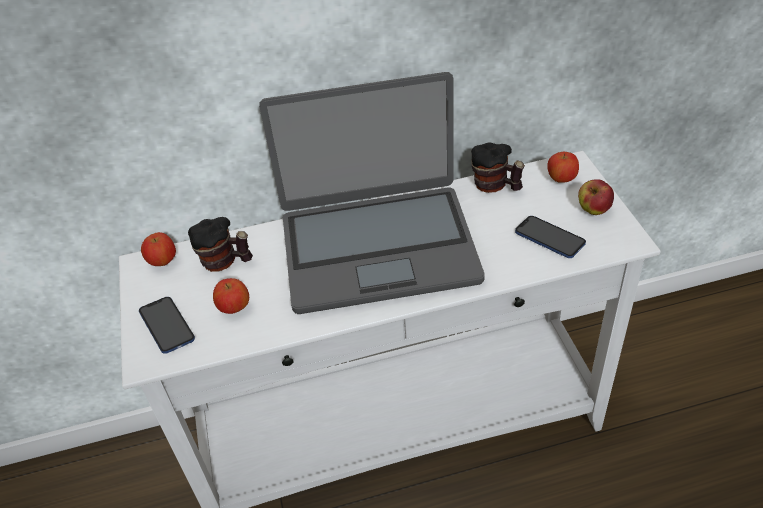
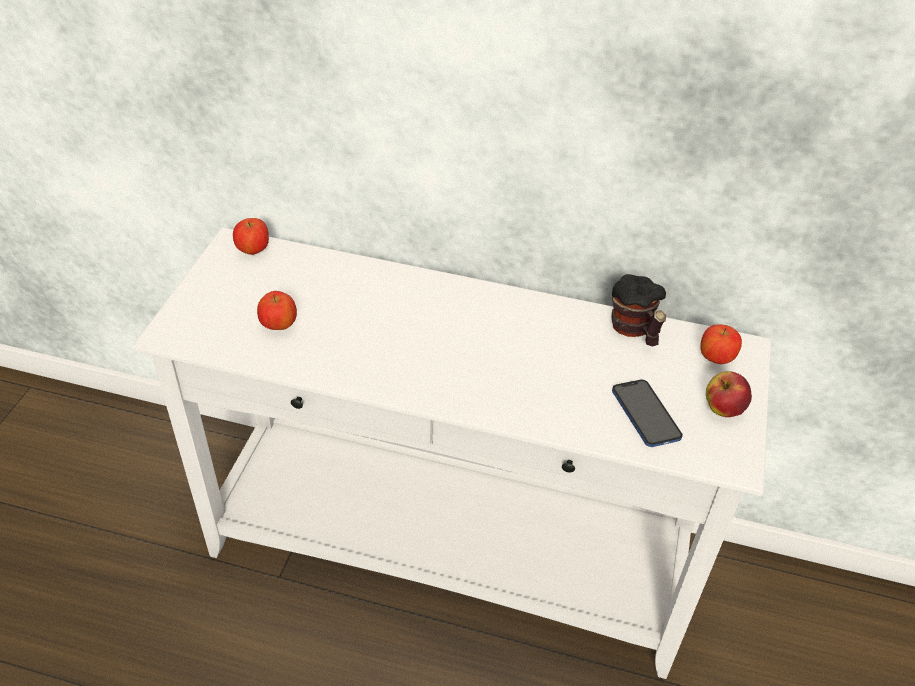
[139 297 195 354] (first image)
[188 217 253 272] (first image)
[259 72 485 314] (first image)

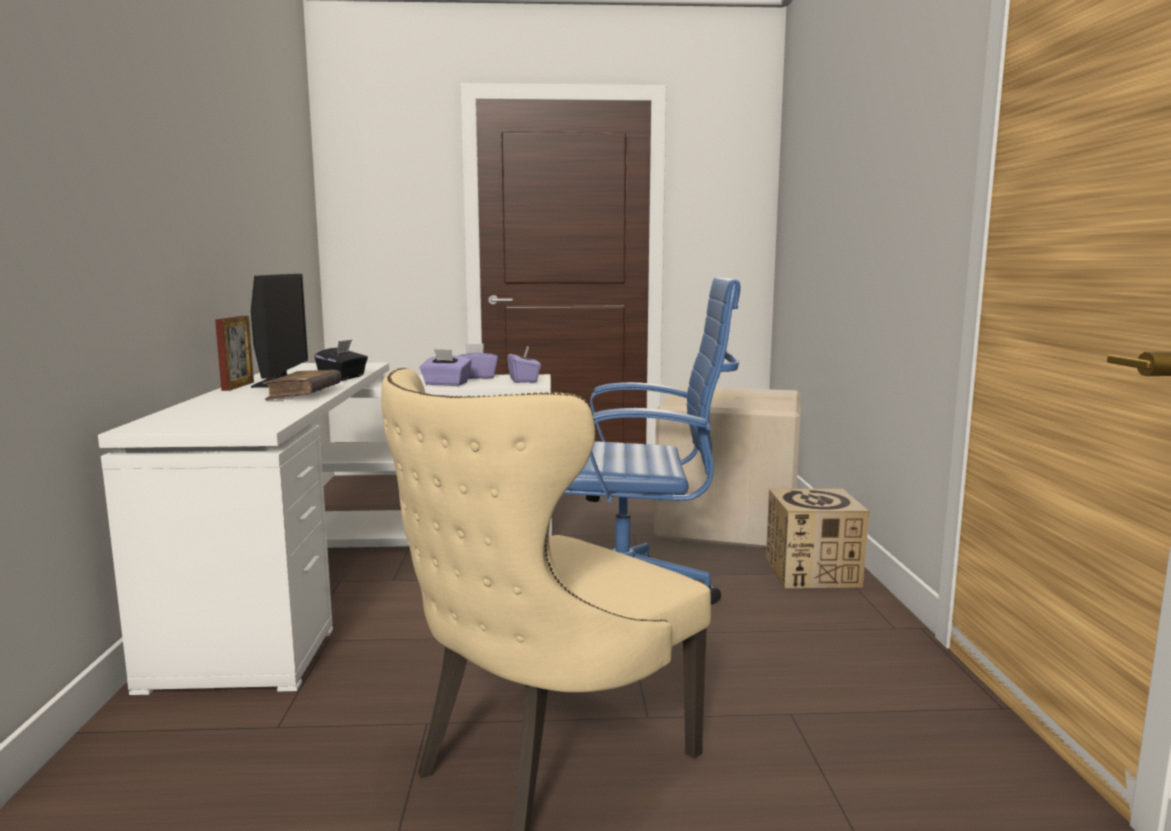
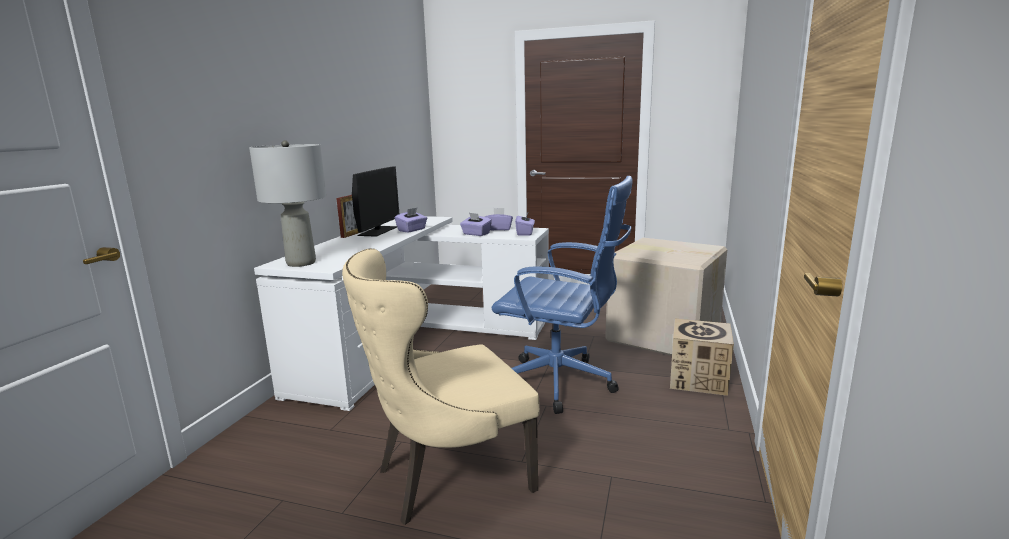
[263 370 341 400] (first image)
[395 207 427 233]
[249 140 326 267]

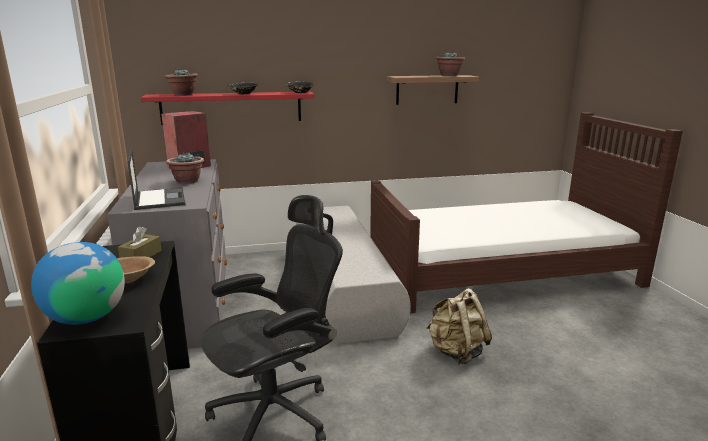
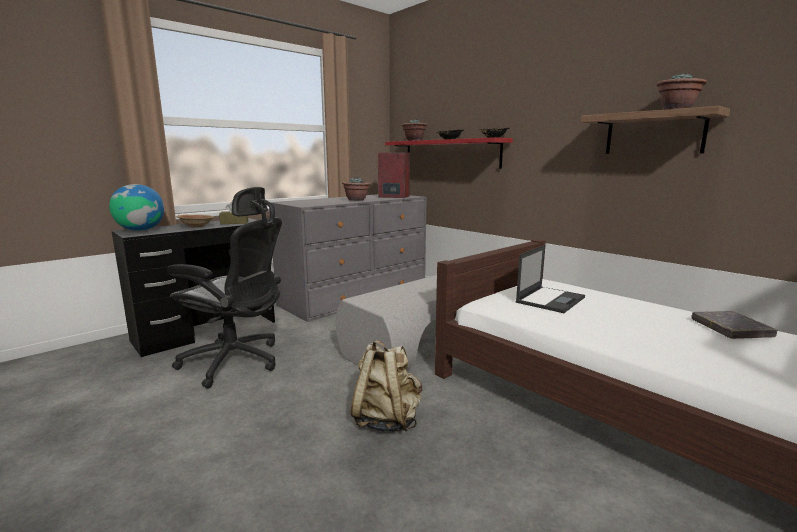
[515 245 585 313]
[691 311 777 339]

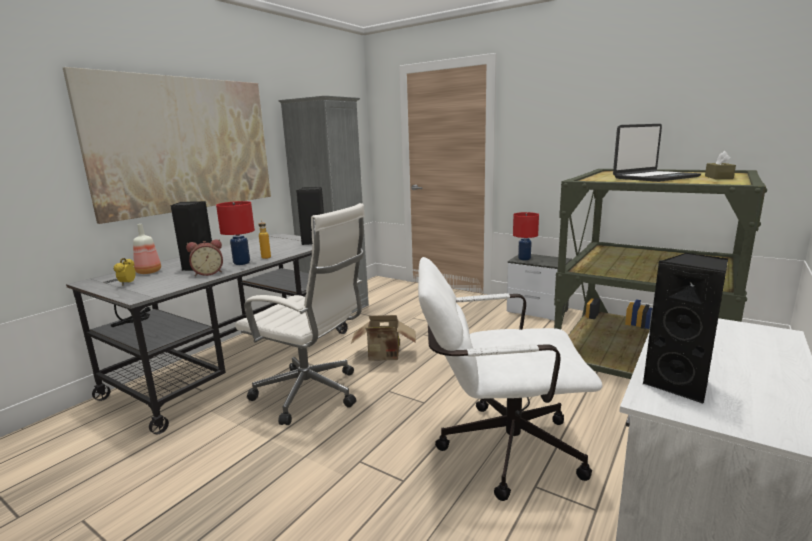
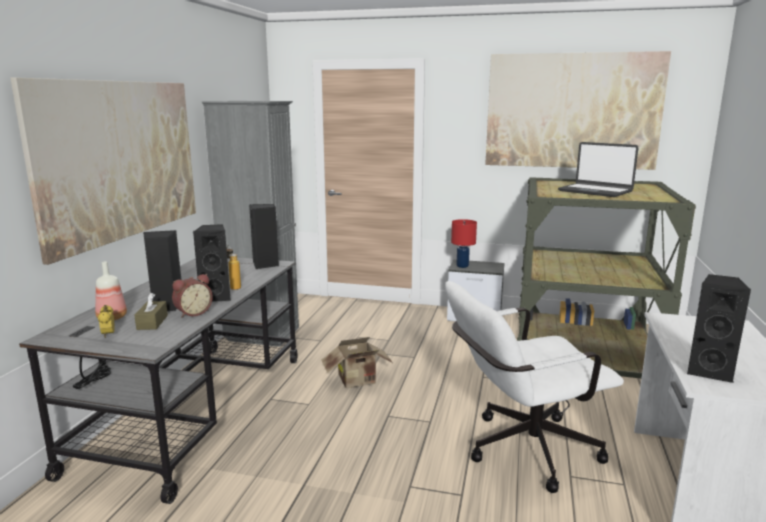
[193 224 231 302]
[235 203 365 425] (first image)
[558 142 638 197]
[134 293 168 330]
[485 51 671 170]

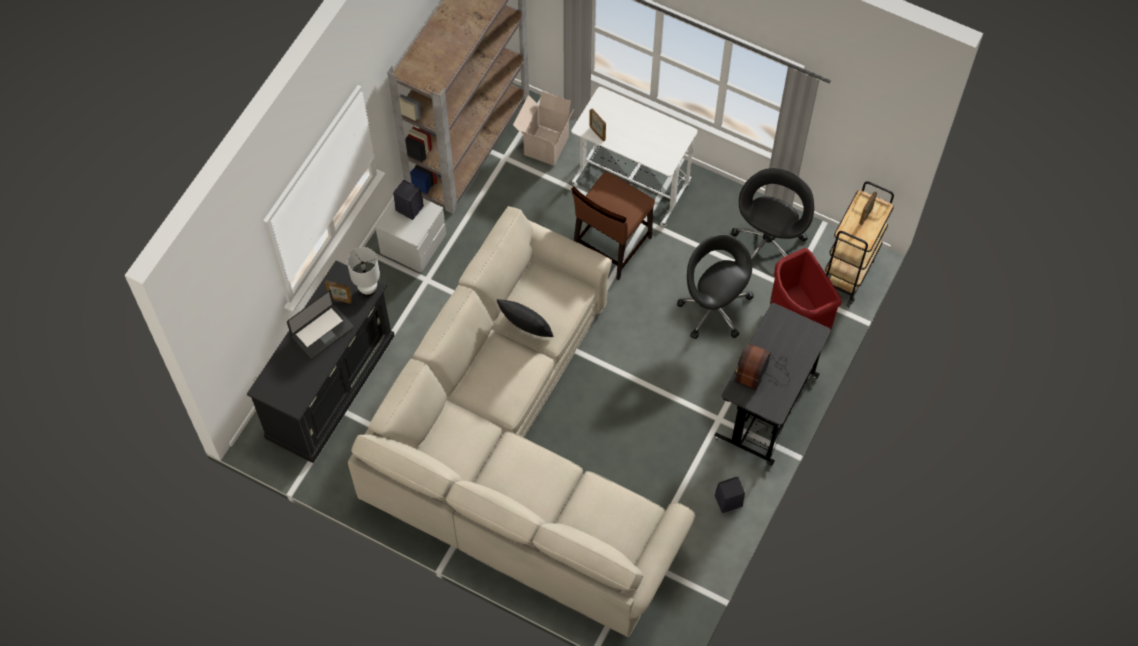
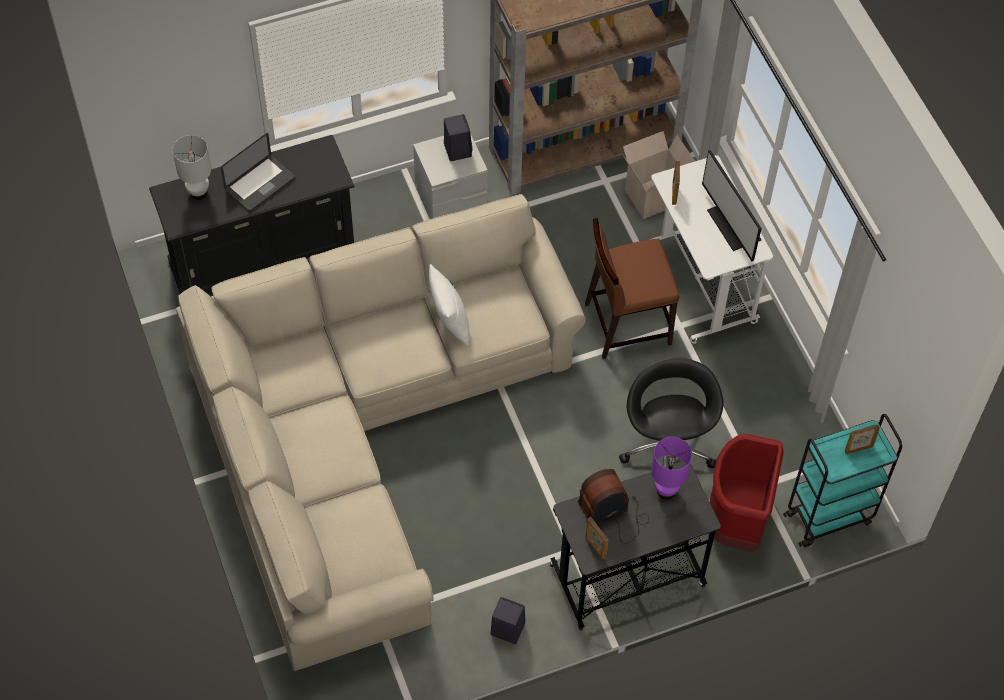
[221 133 295 212]
[585 517 608 559]
[172 135 211 200]
[429 264 469 346]
[731 168 814 259] (first image)
[783 414 902 547]
[651 437 692 499]
[702 150 762 261]

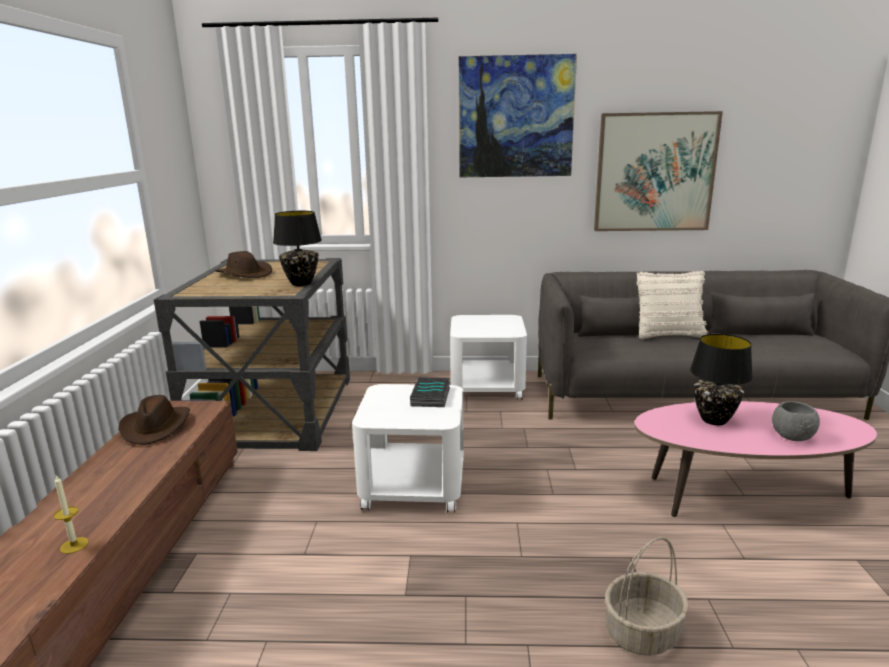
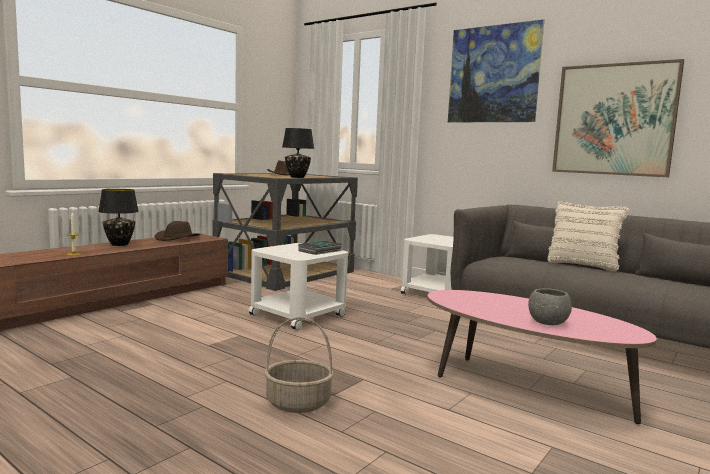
[98 189 139 246]

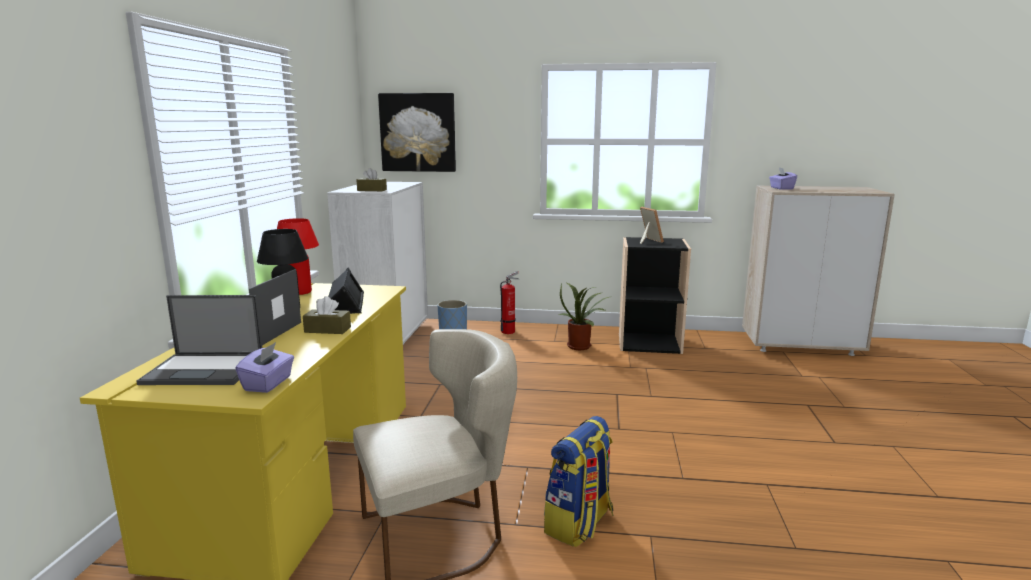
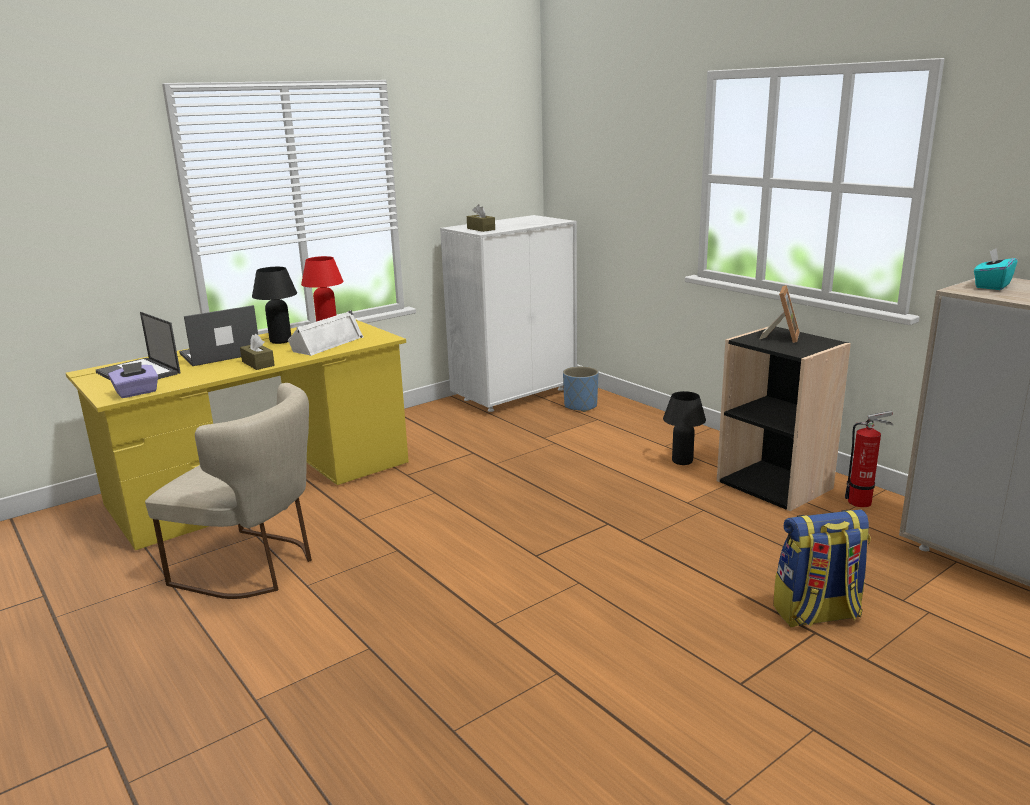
[288 310 363 356]
[378 93 456 172] (first image)
[845 411 893 507]
[773 509 871 627]
[663 391 706 465]
[974 248 1017 290]

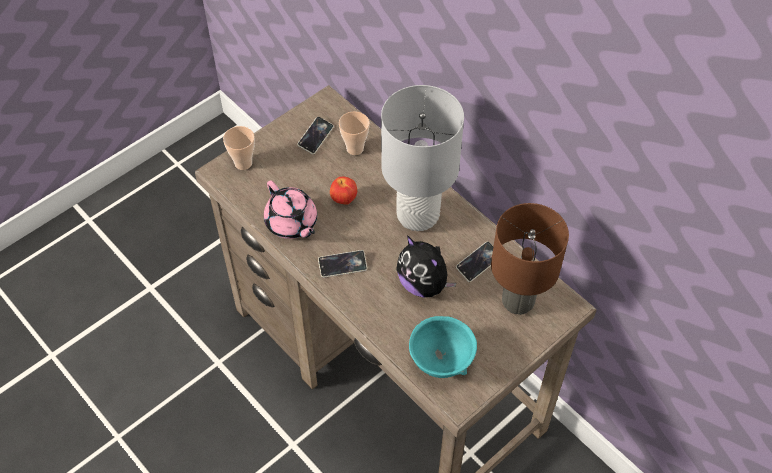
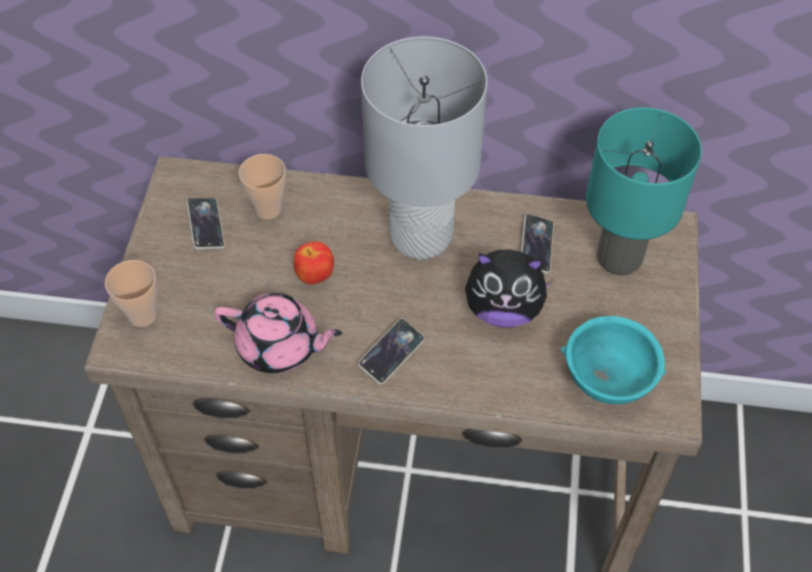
[586 107 702 275]

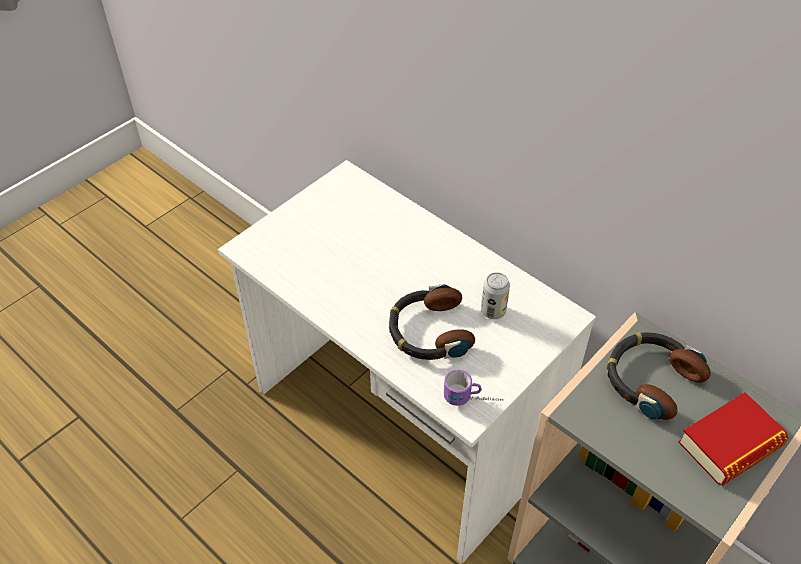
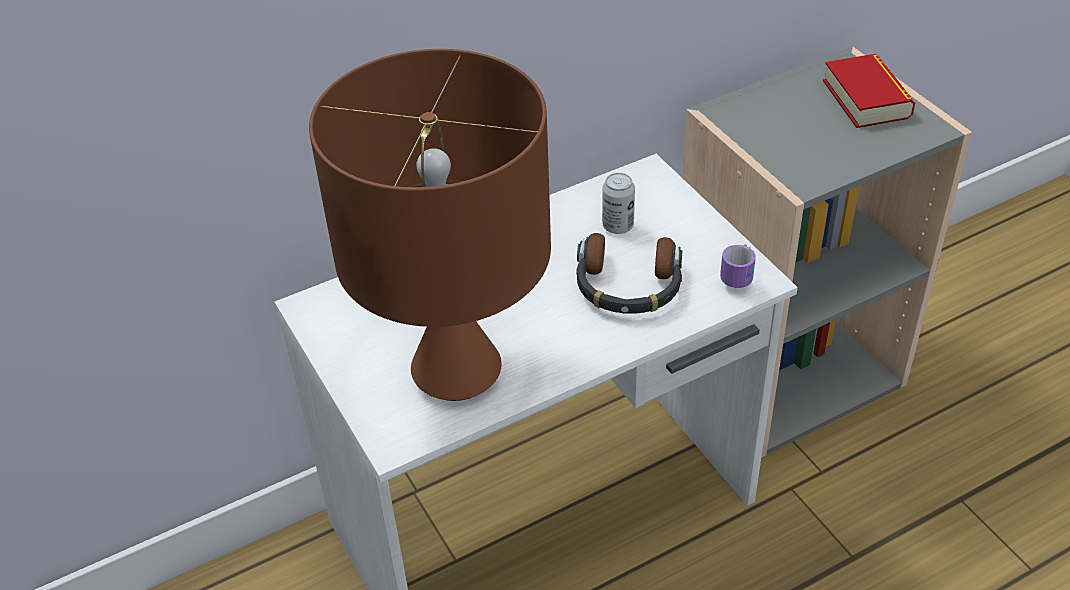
[607 332 711 420] (first image)
[309 49 551 401]

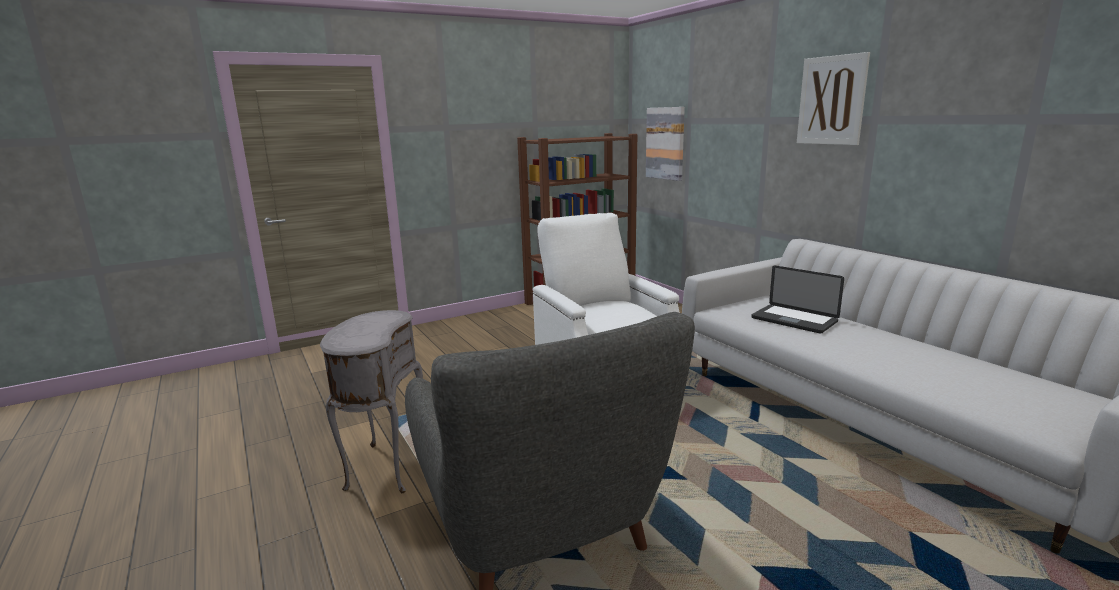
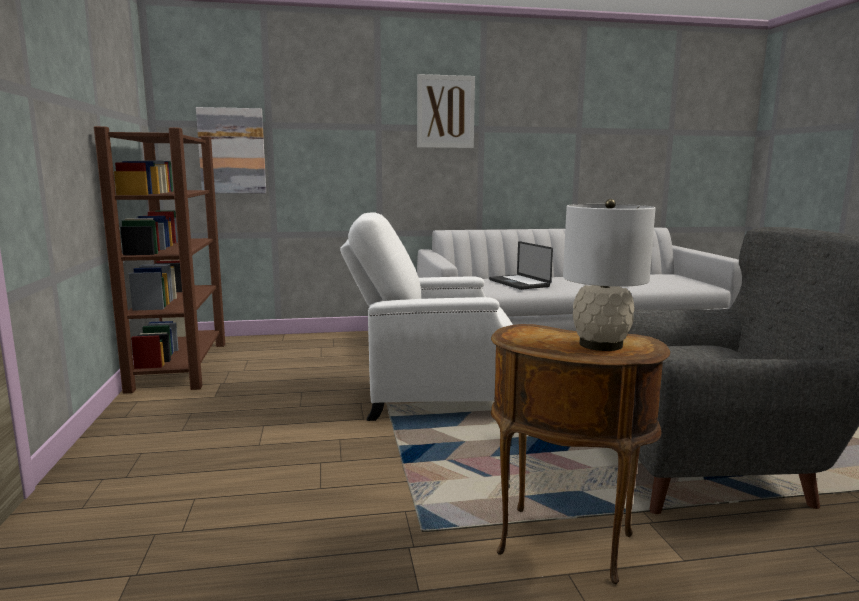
[491 324 670 584]
[489 241 553 290]
[563 199 656 351]

